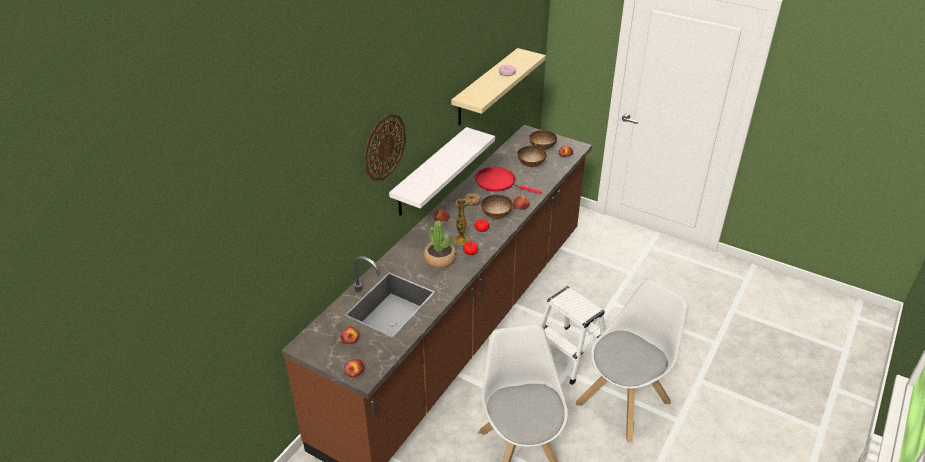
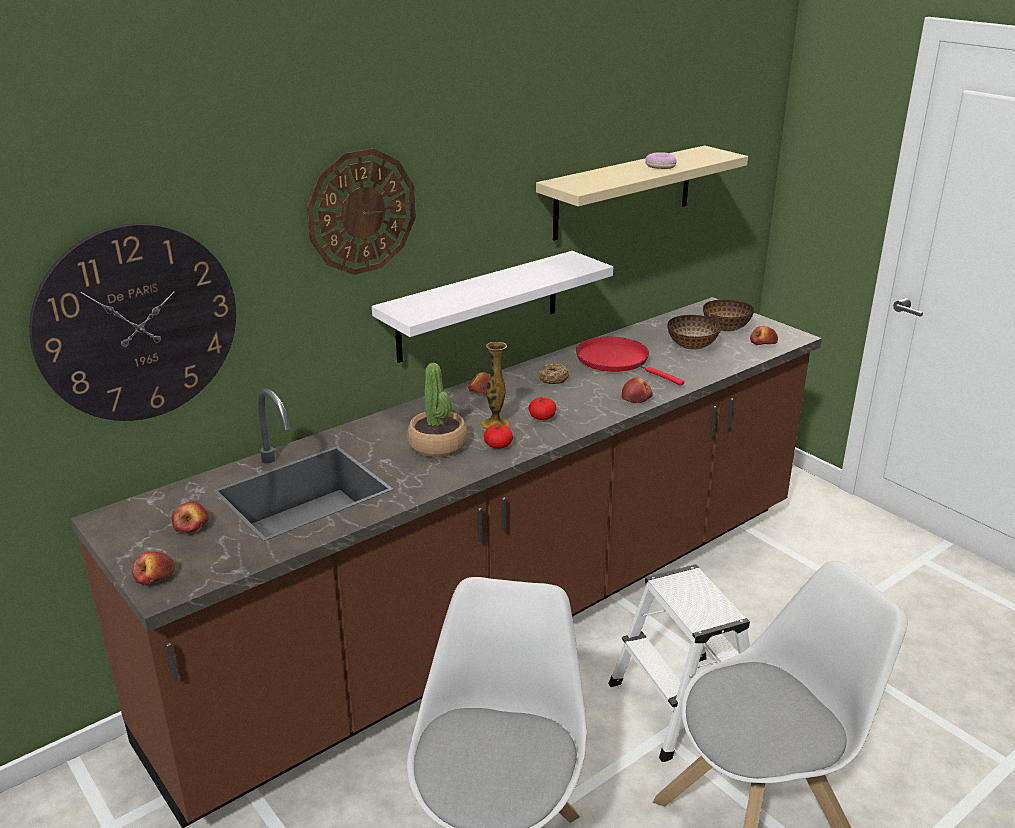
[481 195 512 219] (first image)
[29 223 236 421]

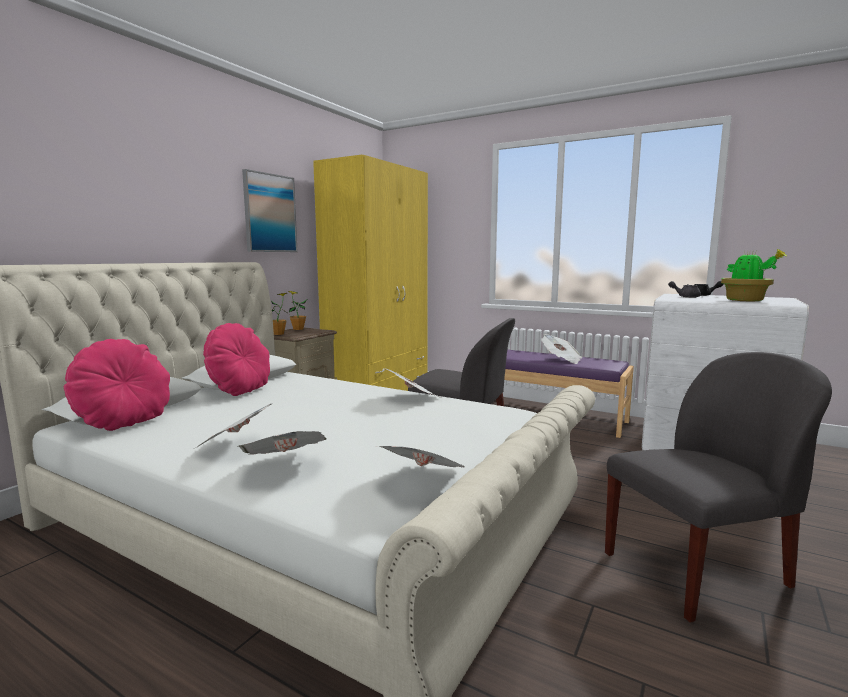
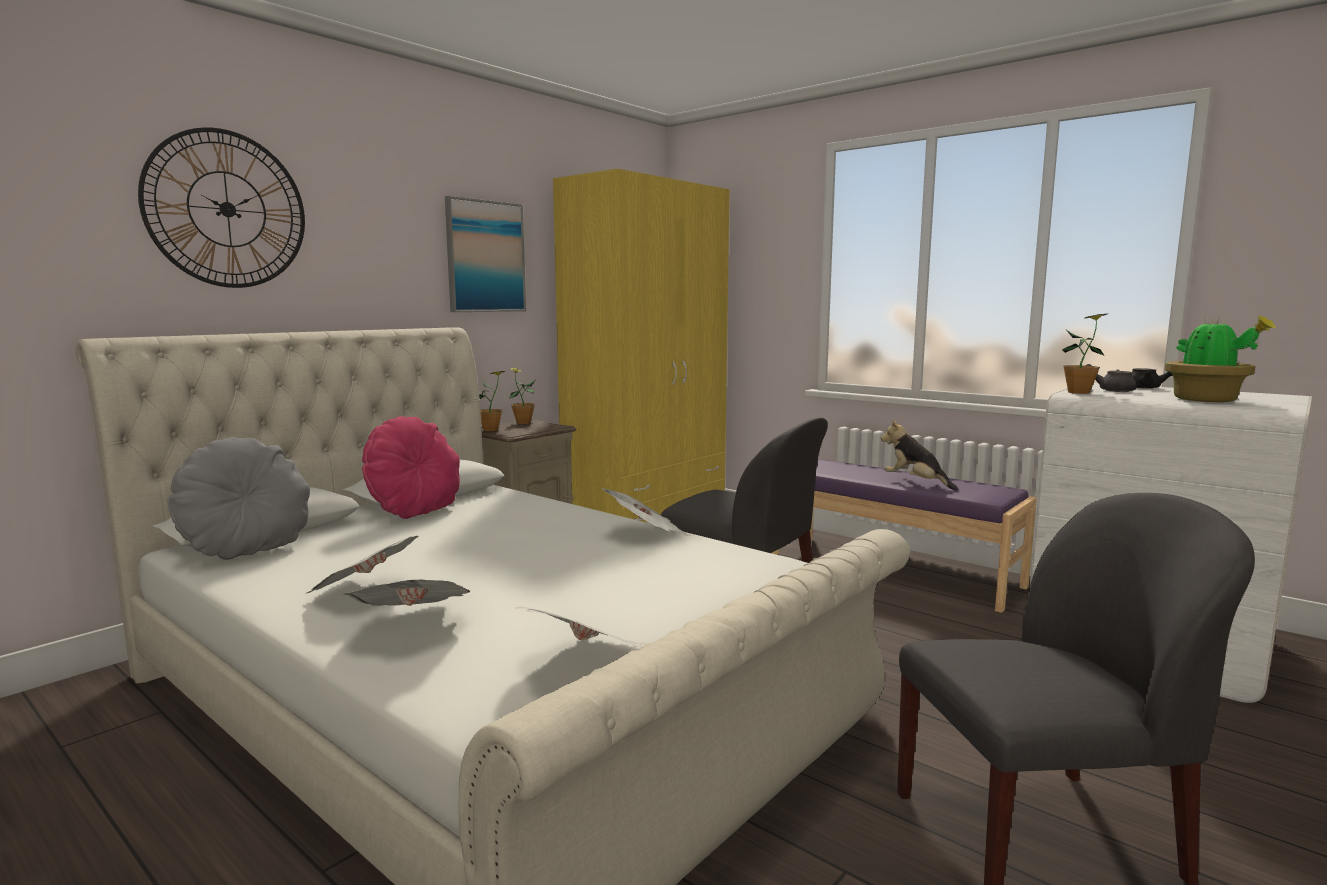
[167 437 310 560]
[881 420 958 491]
[138 127 305 288]
[1062 313 1109 394]

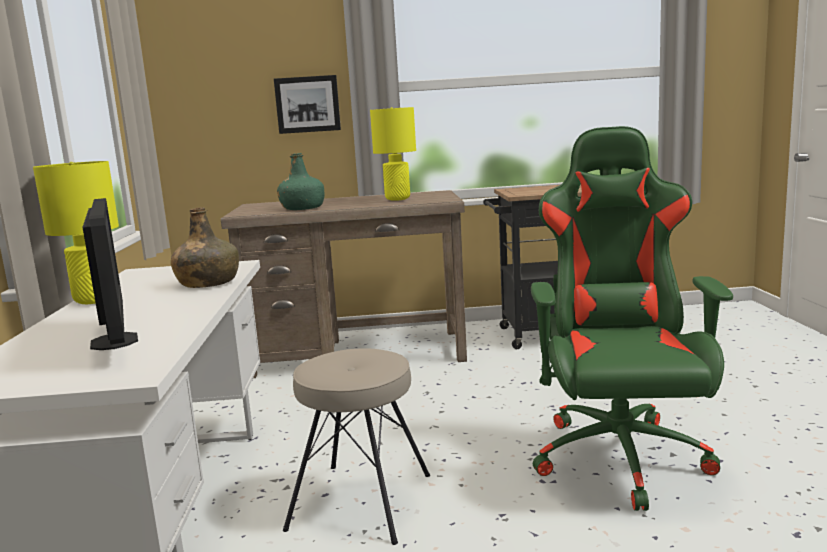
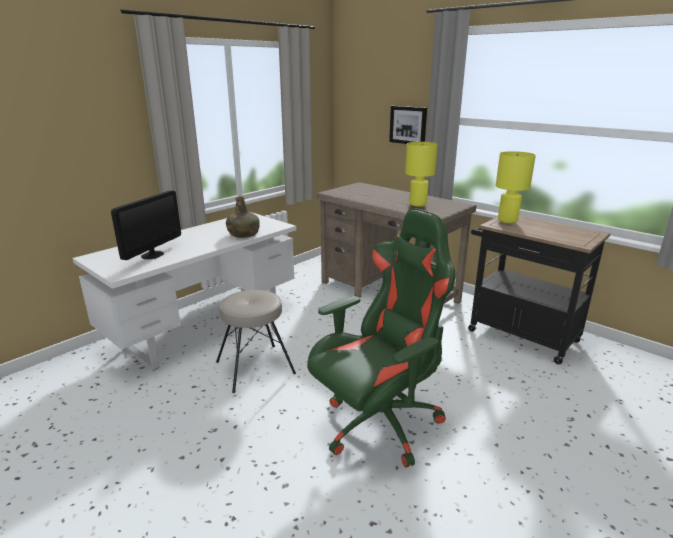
[496 151 536 223]
[277 153 325 210] (first image)

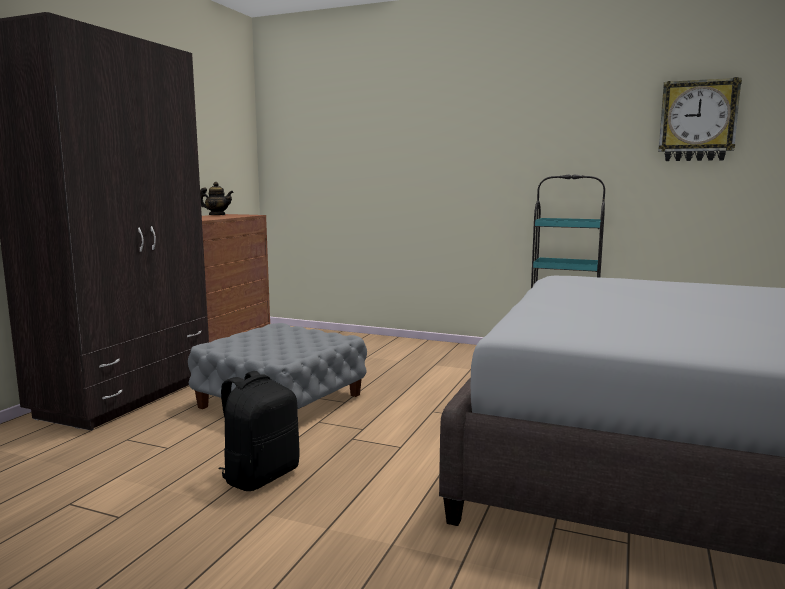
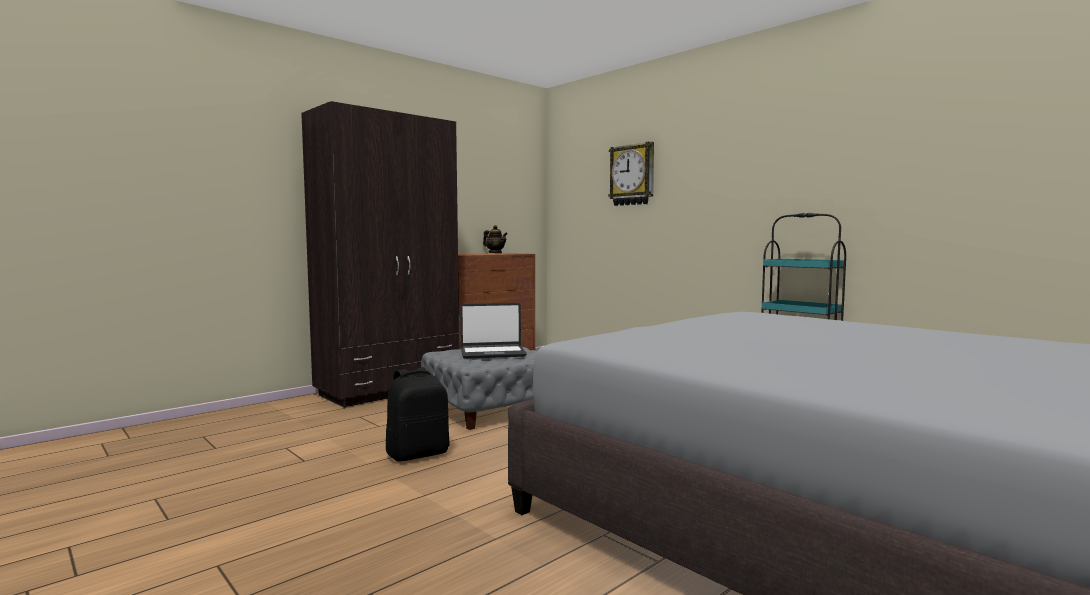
[608 142 654 206]
[460 303 527 359]

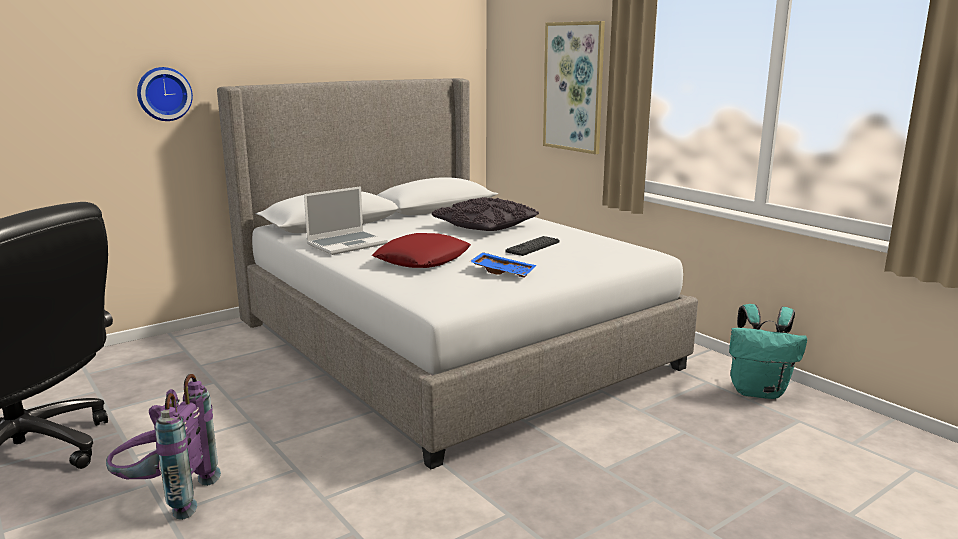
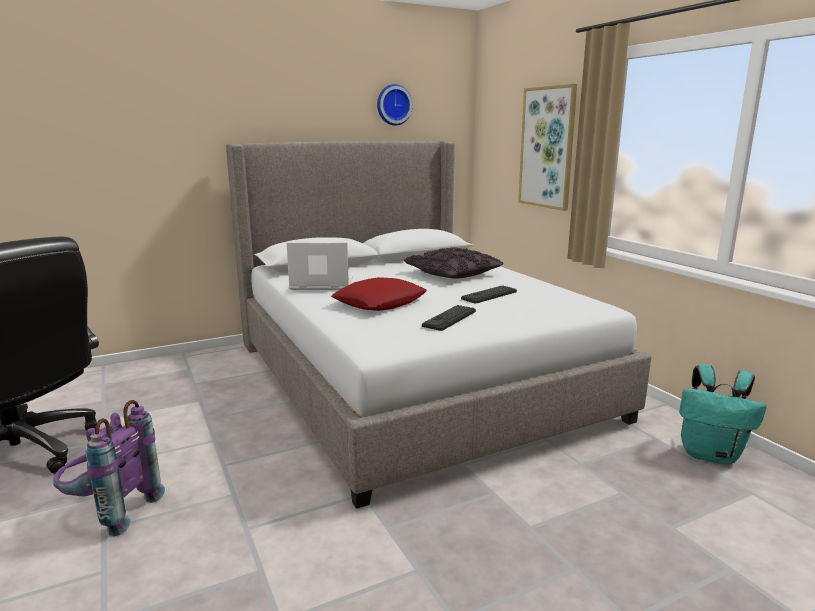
[377 84 413 126]
[286 242 353 290]
[422 305 476 331]

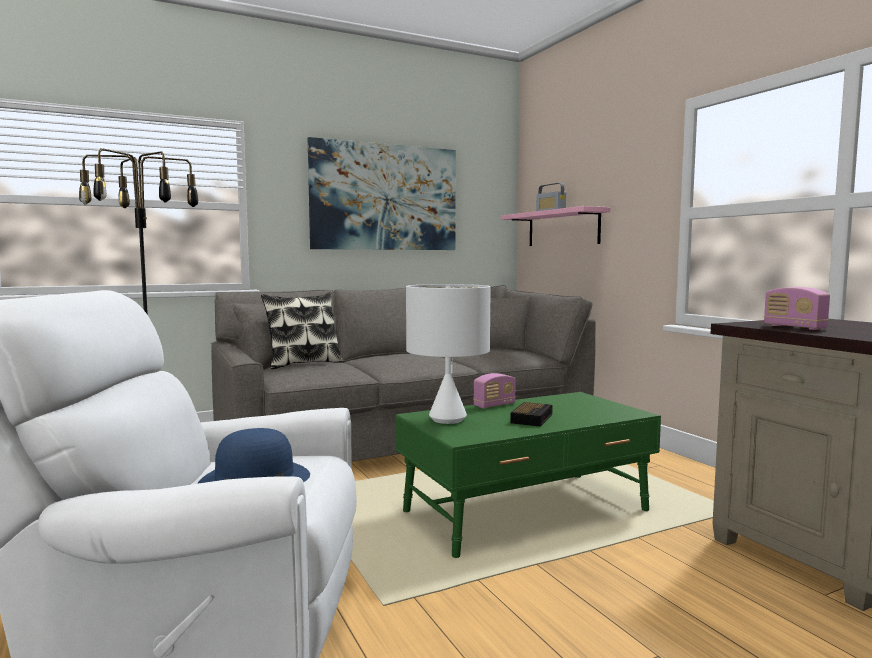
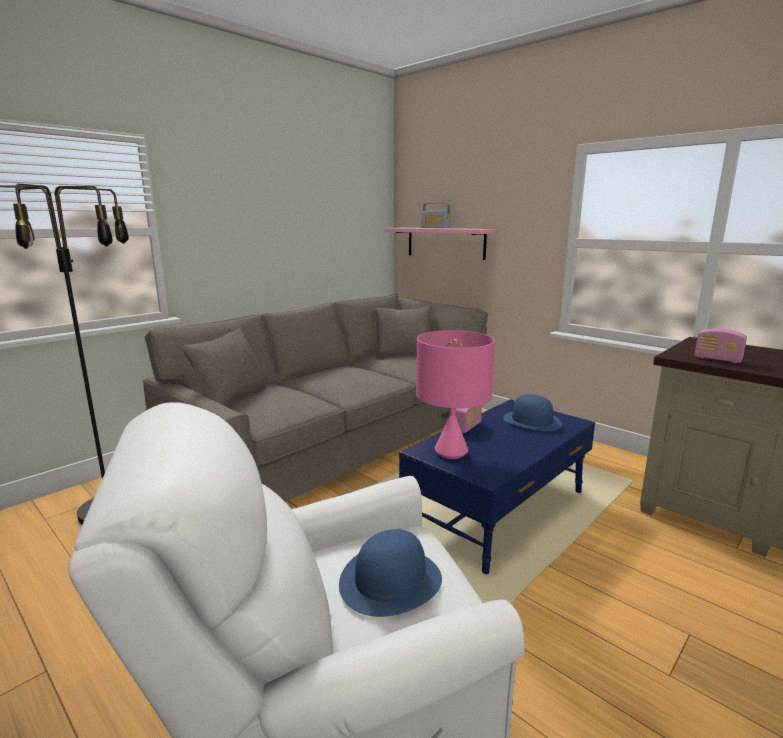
[261 292 343 369] (first image)
[308 137 456 250] (first image)
[399 399 595 574]
[416 330 495 459]
[510 402 553 427] (first image)
[503 394 562 431]

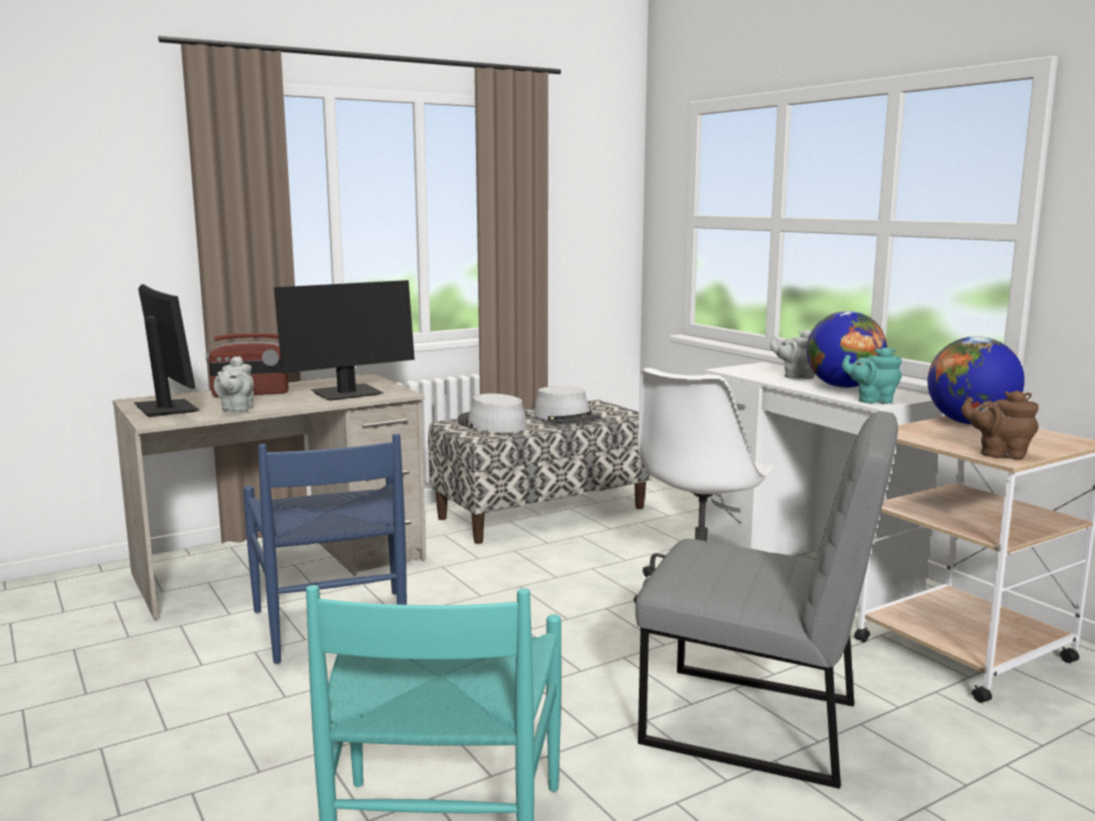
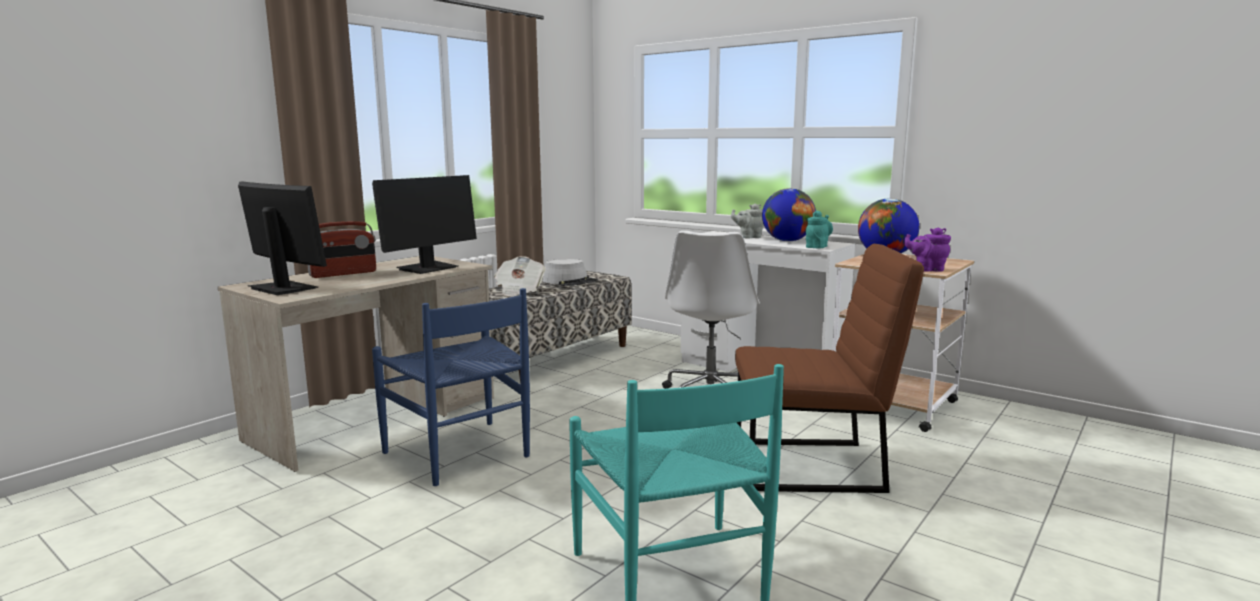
[214 356 254 413] (first image)
[494 256 546 296]
[735 244 924 493]
[806 211 833 248]
[904 227 951 272]

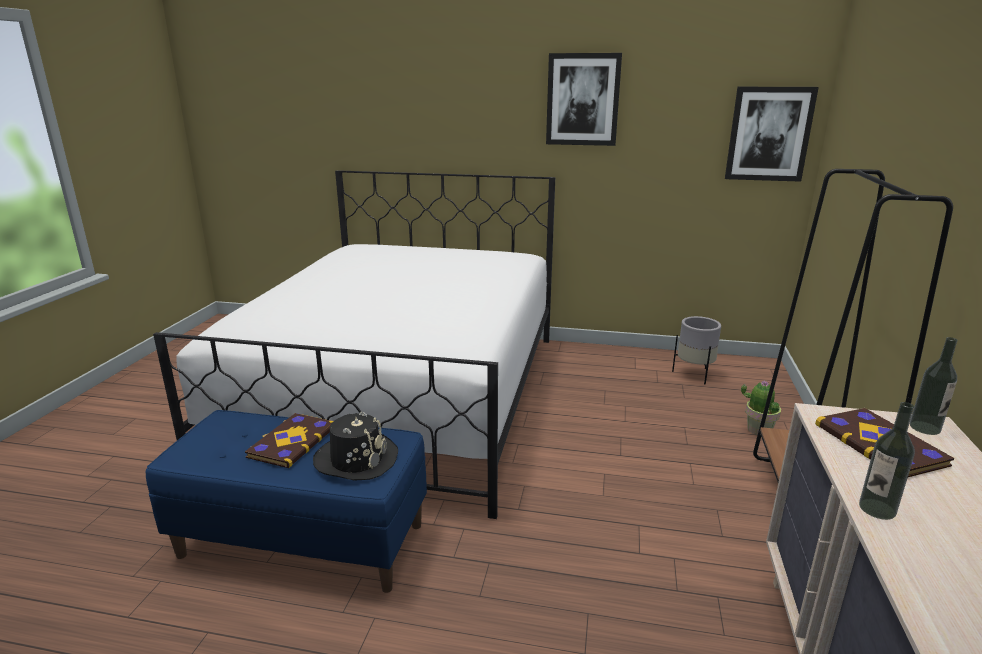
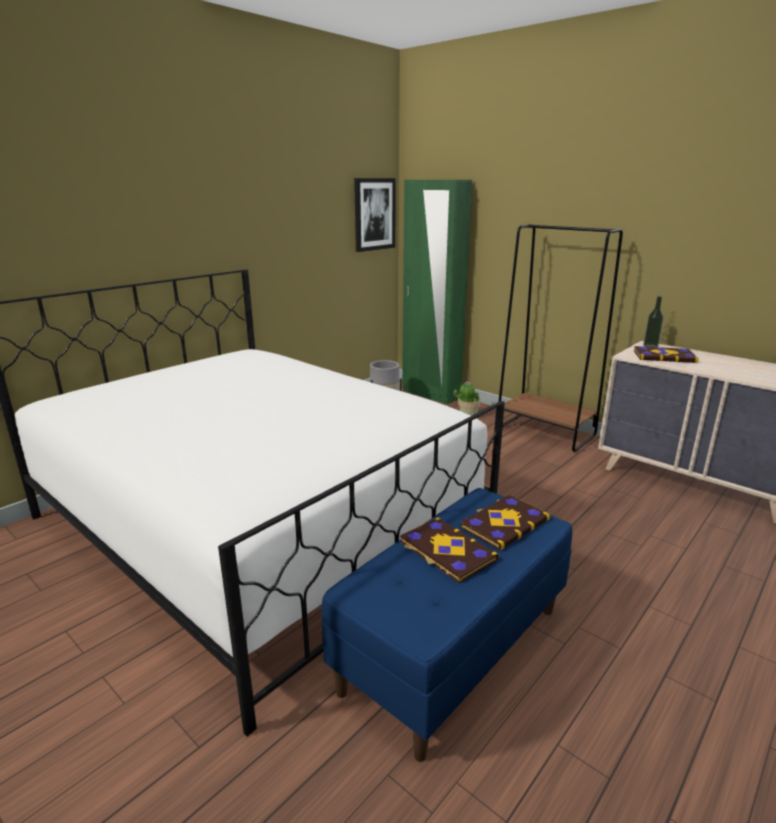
[460 495 550 550]
[546 53 622 146] (first image)
[859 402 915 520] (first image)
[402 180 472 404]

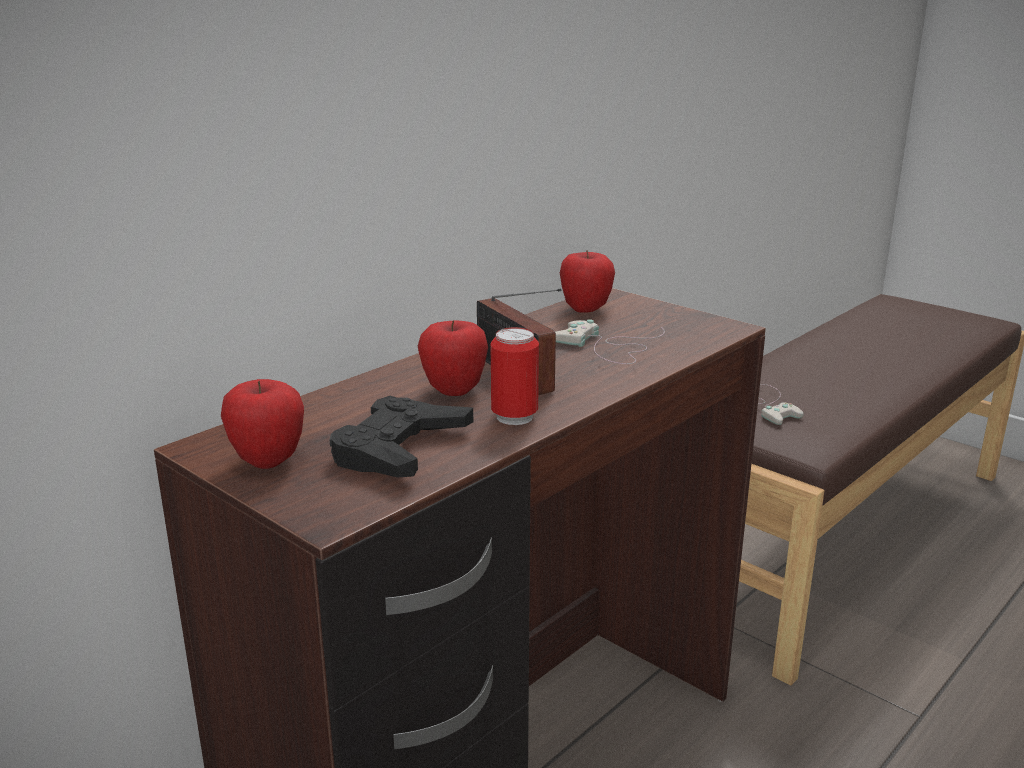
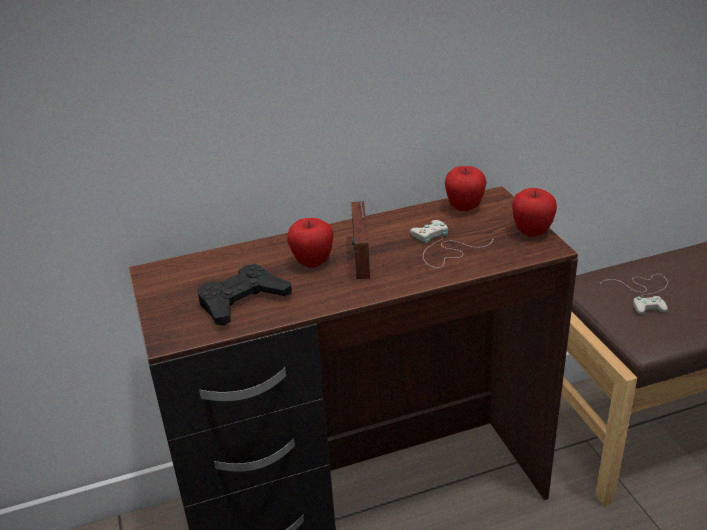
[512 188 557 237]
[490 327 539 425] (first image)

